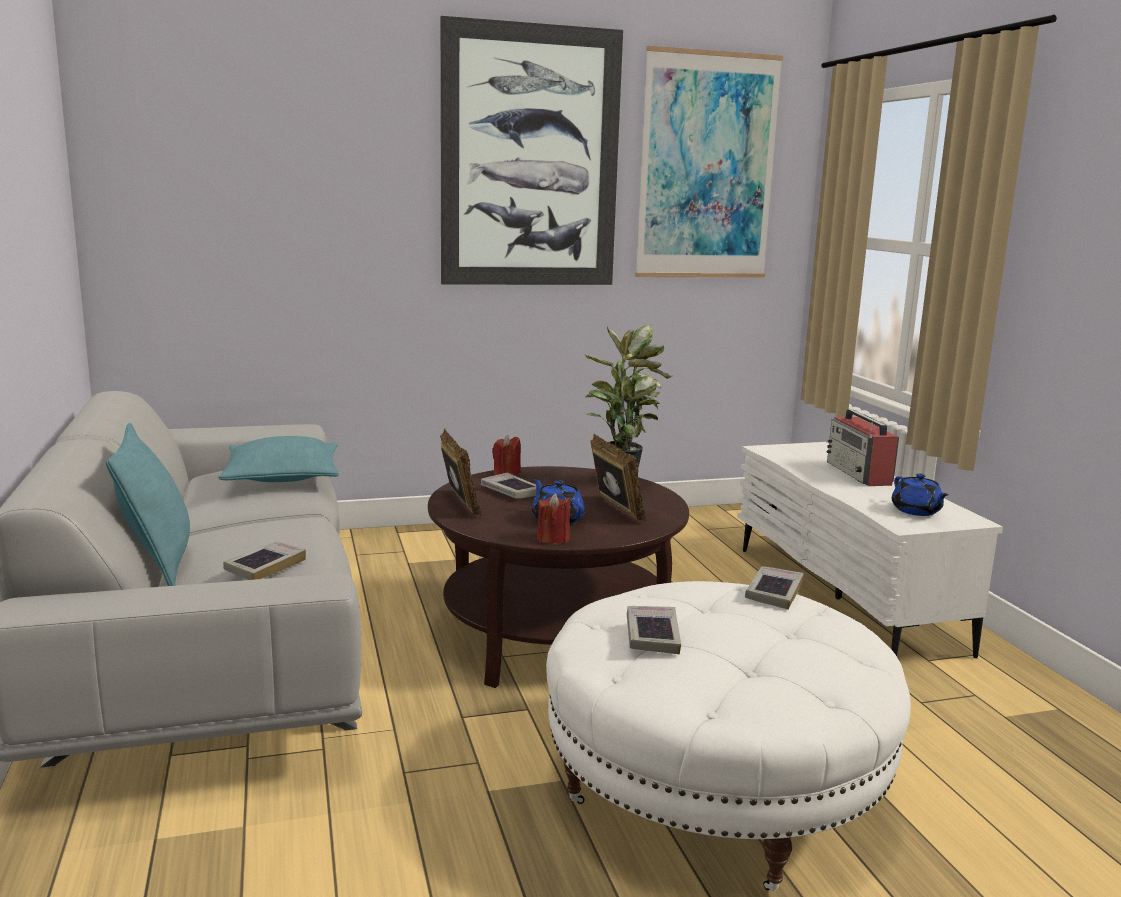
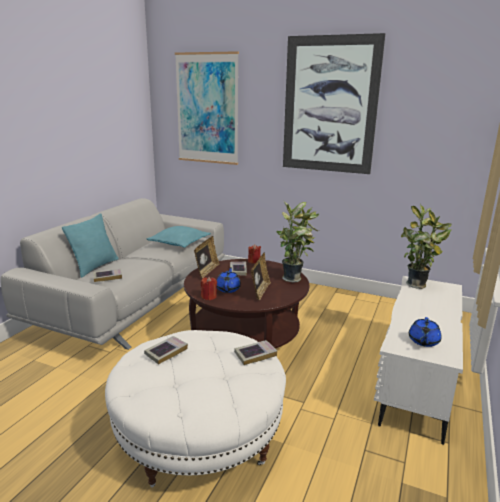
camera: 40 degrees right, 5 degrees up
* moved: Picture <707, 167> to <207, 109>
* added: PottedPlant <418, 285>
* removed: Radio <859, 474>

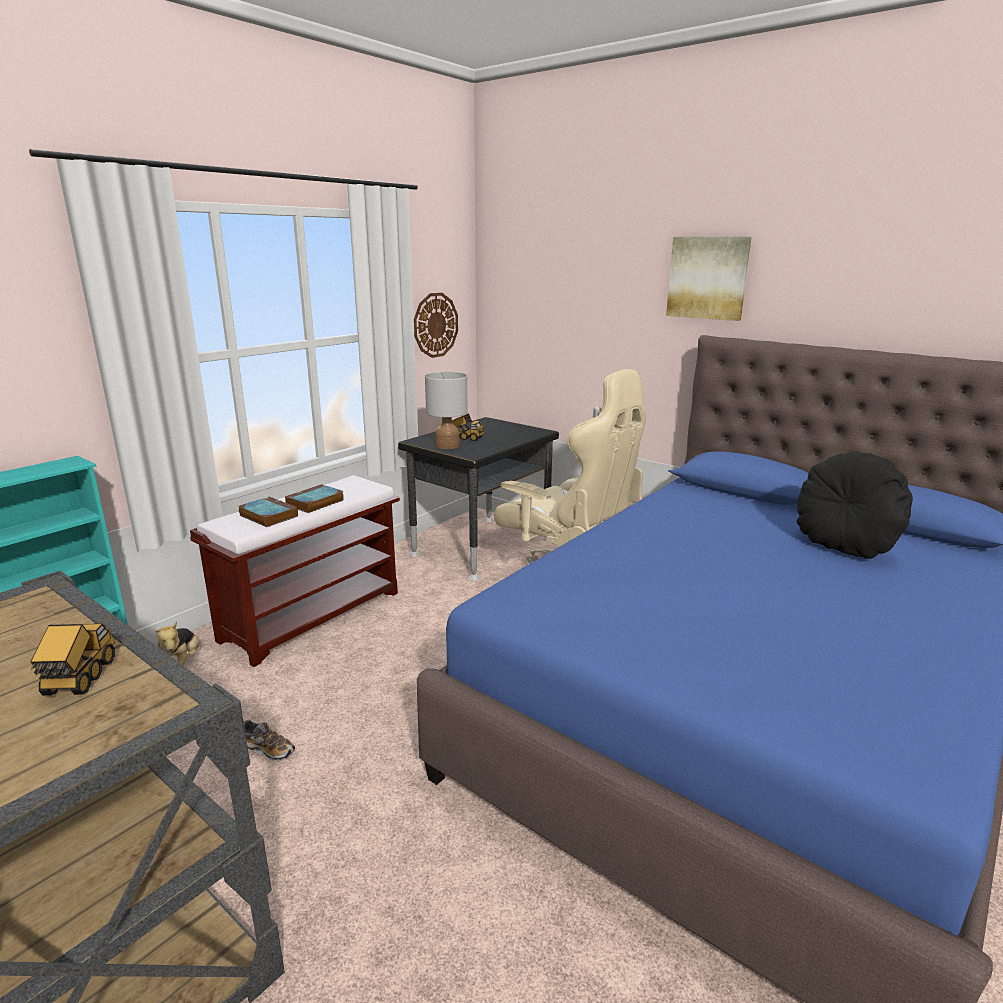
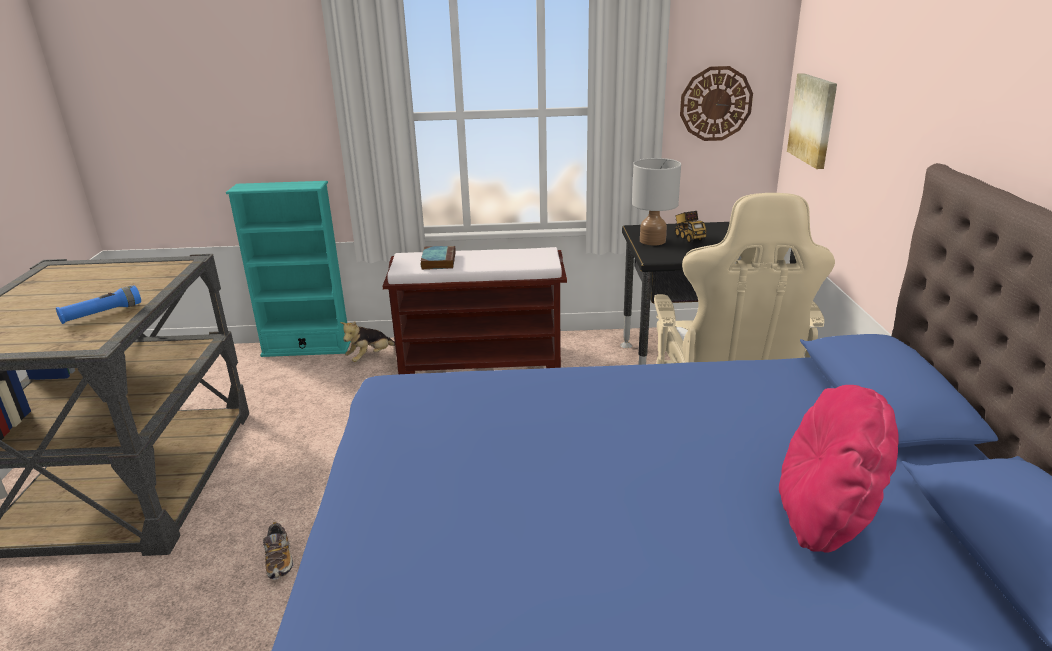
camera: 50 degrees right, 5 degrees up
* replaced: ToyTruck <79, 678> to BlueFlashlight <102, 313>
* moved: Shoe <268, 749> to <279, 560>
* recoloured: BlackPillow <843, 548> to PinkPillow <823, 523>
* moved: Picture <708, 278> to <813, 119>
* removed: Book <315, 503>

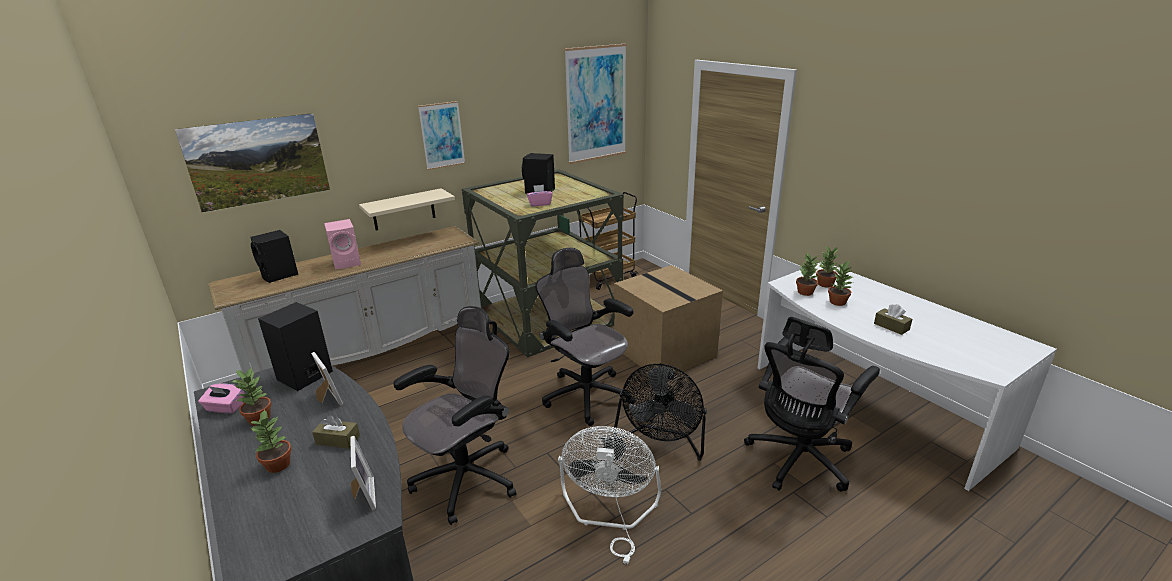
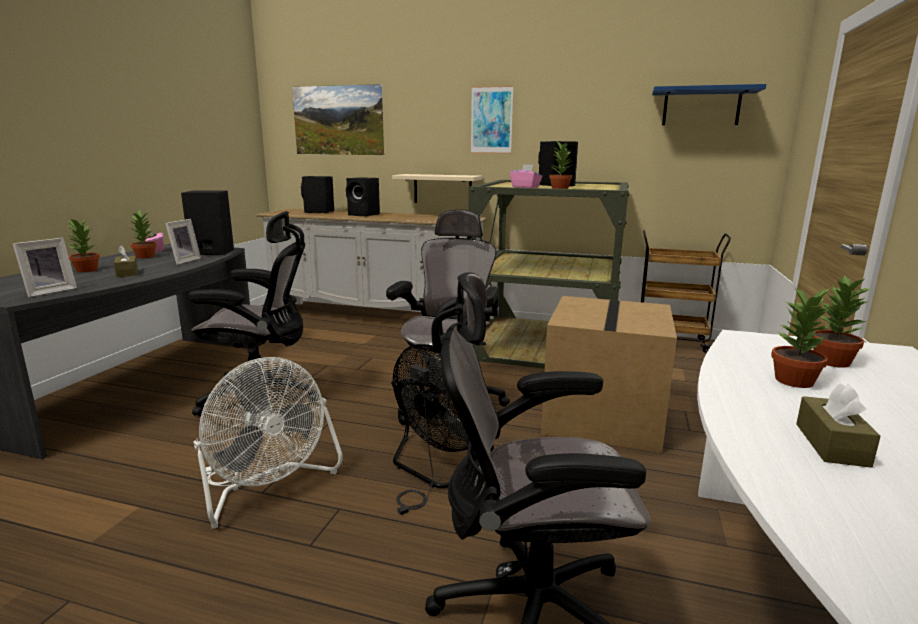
camera: 50 degrees right, 10 degrees down
* turned: WhiteFan <610, 515> = <262, 488> 75 degrees clockwise
* recoloured: PinkSpeaker <348, 262> to BlackSpeaker <364, 215>
* turned: BlackFan <659, 438> = <430, 471> 150 degrees clockwise
* moved: PottedPlant <804, 292> to <560, 189>
* replaced: Picture <596, 104> to BlueShelf <701, 107>

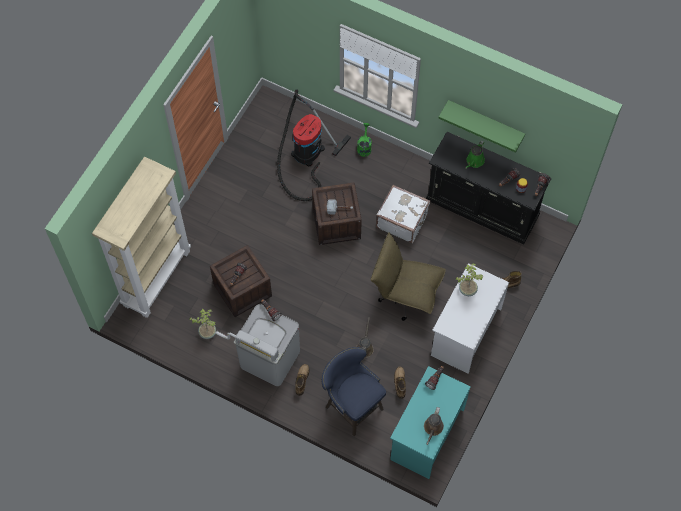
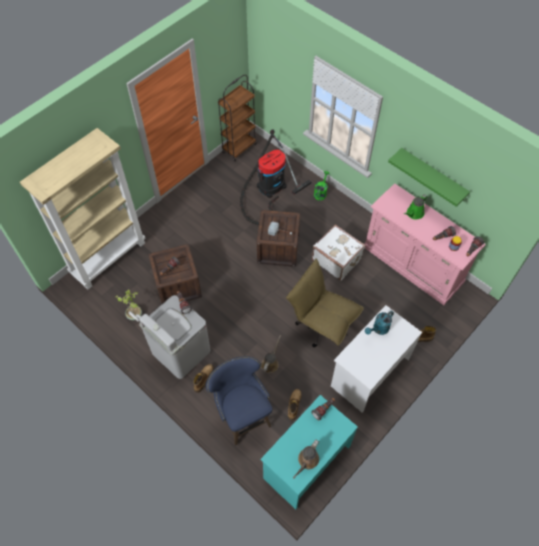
camera: 15 degrees right, 5 degrees down
* added: BrownCart <239, 149>
* recoloured: BlackCabinet <482, 207> to PinkCabinet <413, 264>
* replaced: PottedPlant <467, 289> to TurquoiseWateringCan <378, 329>

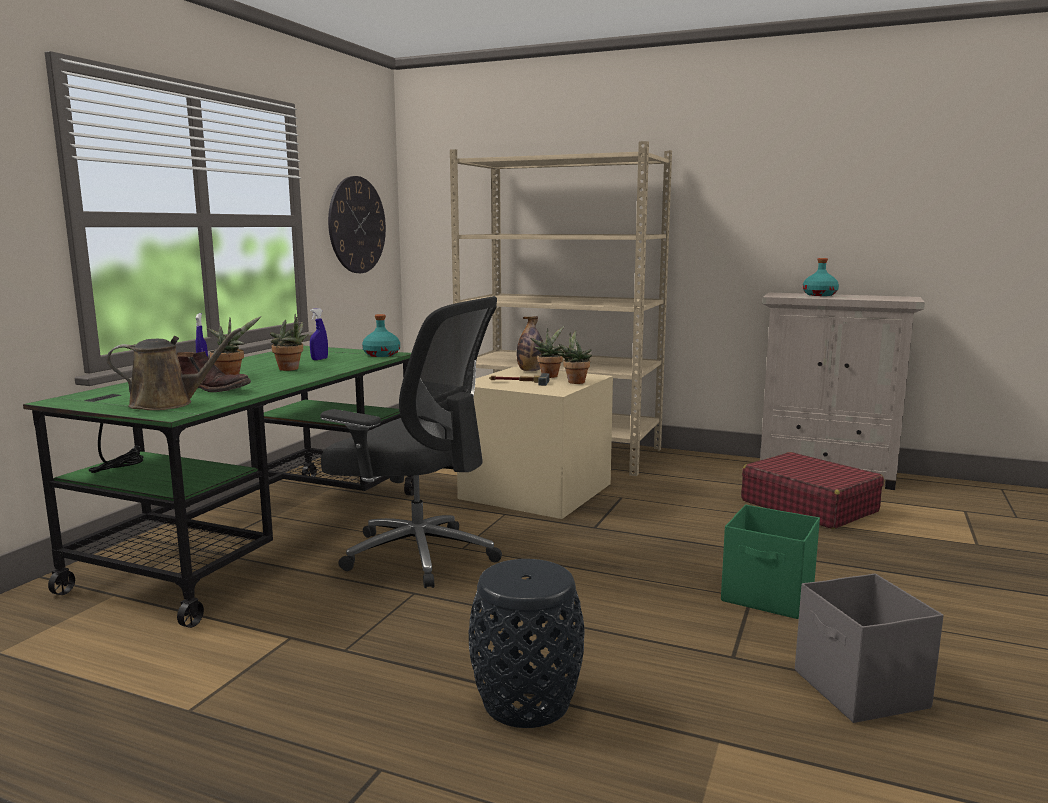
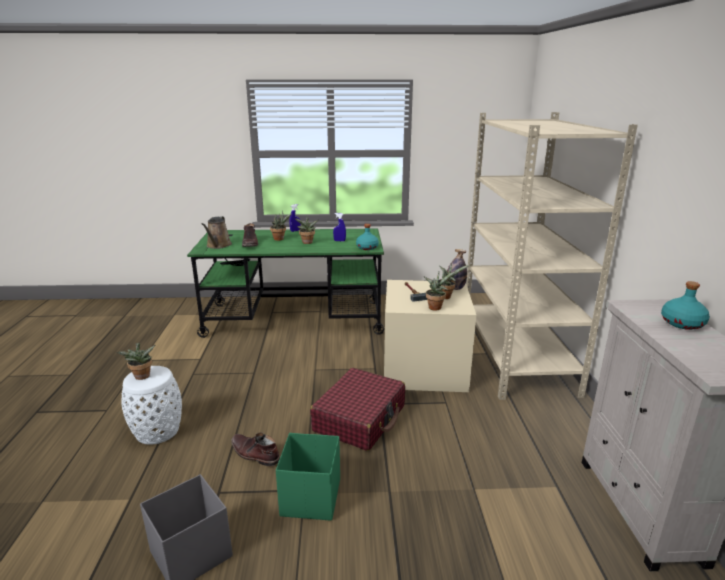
camera: 65 degrees right, 10 degrees up
* added: PottedPlant <142, 377>
* recoloured: BlackStool <526, 703> to WhiteStool <157, 431>
* turned: BrownWateringCan <168, 404> = <218, 246> 45 degrees clockwise
* added: BrownBoot <254, 454>
* moved: RedSuitcase <808, 506> to <360, 418>
* removed: OfficeChair <416, 555>
* removed: WallClock <357, 225>

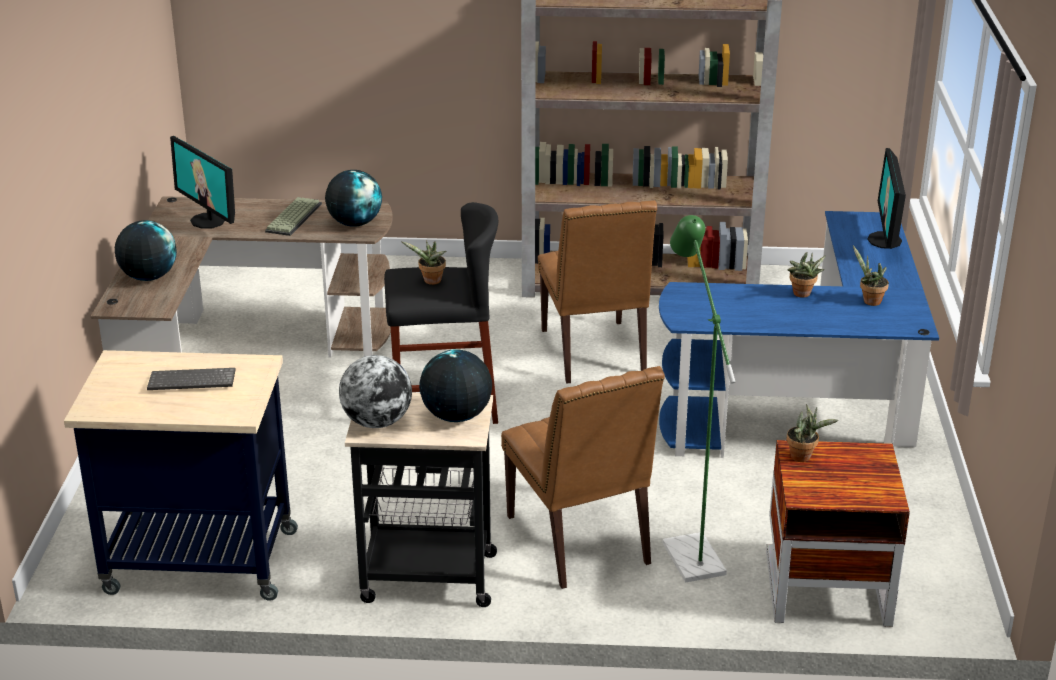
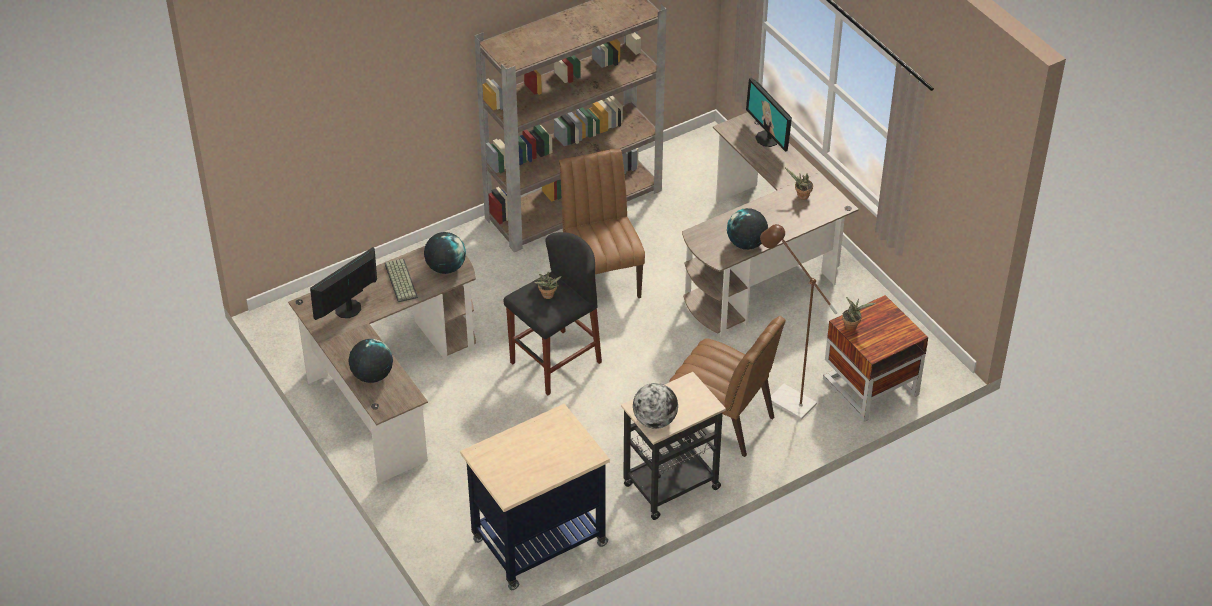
camera: 35 degrees left, 15 degrees up
* turned: Monitor <208, 220> = <348, 309> 120 degrees clockwise
* turned: BrownChair <592, 351> = <601, 278> 150 degrees counterclockwise
* recoloured: BlueDesk <811, 408> to BrownDesk <762, 264>
* moved: Globe <456, 416> to <746, 244>
* recoloured: GreenFloorLamp <688, 550> to BrownFloorLamp <785, 398>
* removed: Keyboard <190, 382>
* removed: PottedPlant <802, 295>

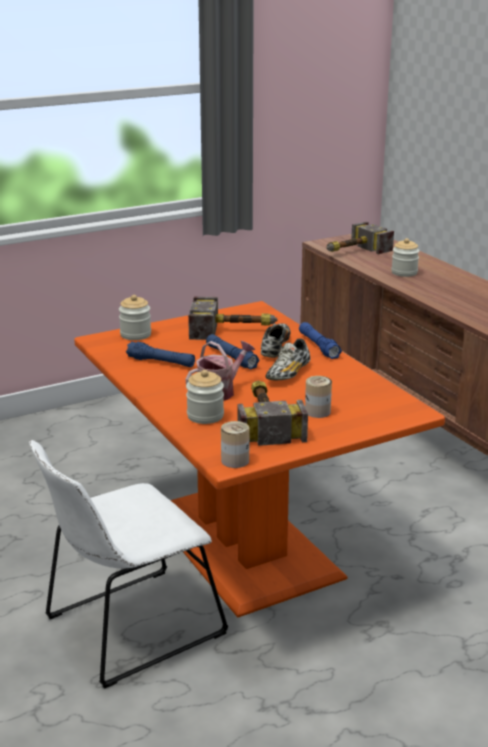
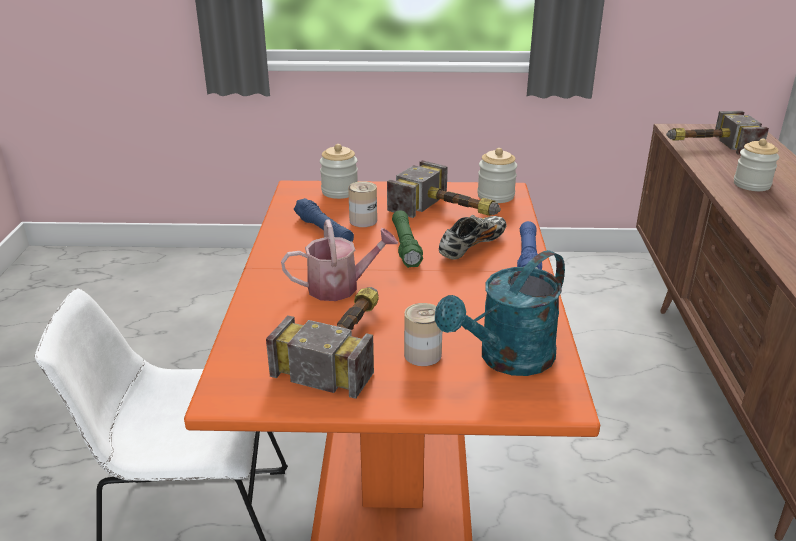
camera: 30 degrees right, 5 degrees up
* moved: Can <235, 460> to <363, 221>
* recoloured: BlueFlashlight <231, 358> to GreenFlashlight <405, 246>
* added: TurquoiseWateringCan <507, 360>
* moved: Jar <205, 416> to <495, 196>
* removed: Shoe <288, 374>

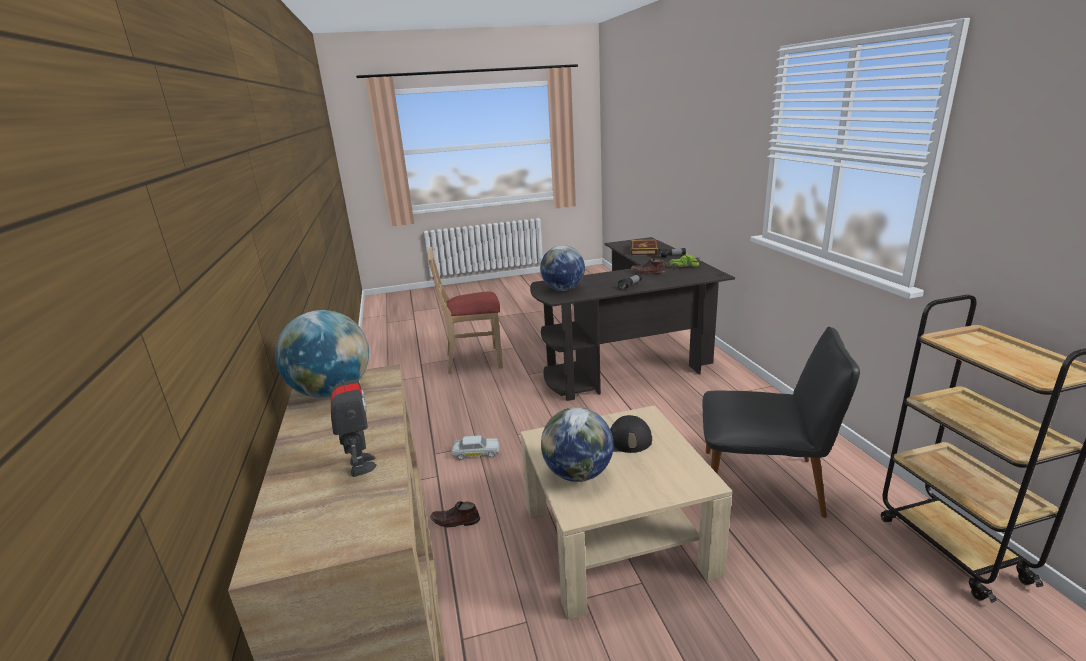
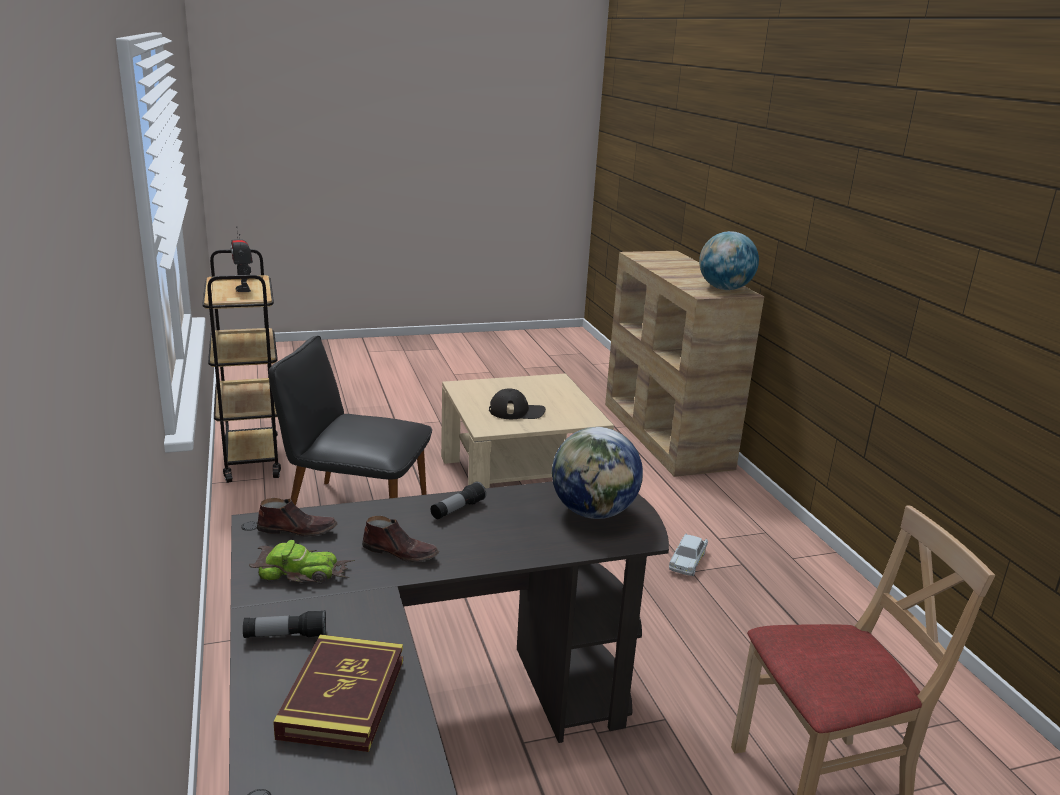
camera: 175 degrees right, 0 degrees up
* moved: ToyRobot <361, 465> to <244, 289>
* moved: BrownShoe <455, 521> to <298, 530>
* turned: WhiteToyCar <476, 453> = <687, 561> 60 degrees counterclockwise
* removed: Globe <578, 474>

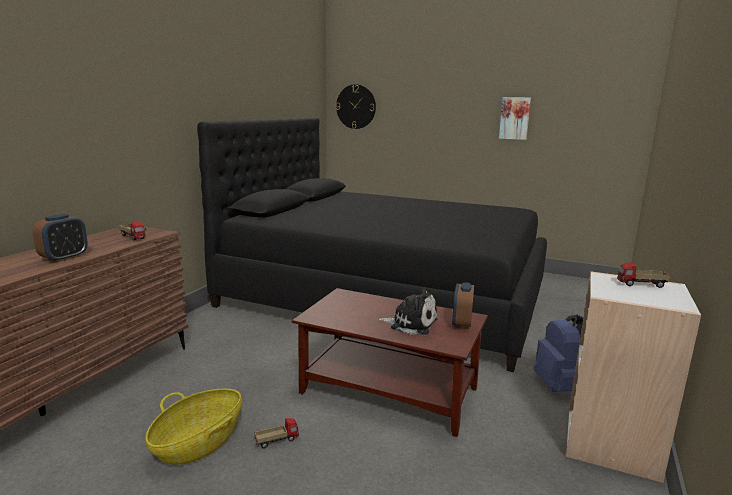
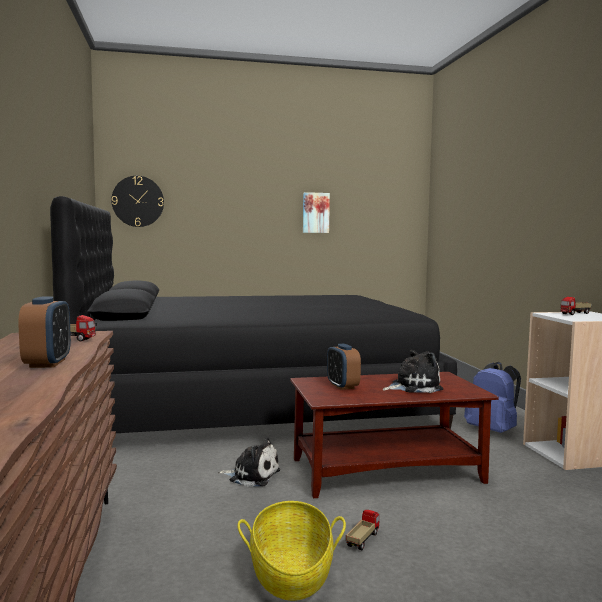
camera: 35 degrees left, 10 degrees down
* added: PlushToy <252, 476>
* moved: AlarmClock <461, 323> to <342, 386>

